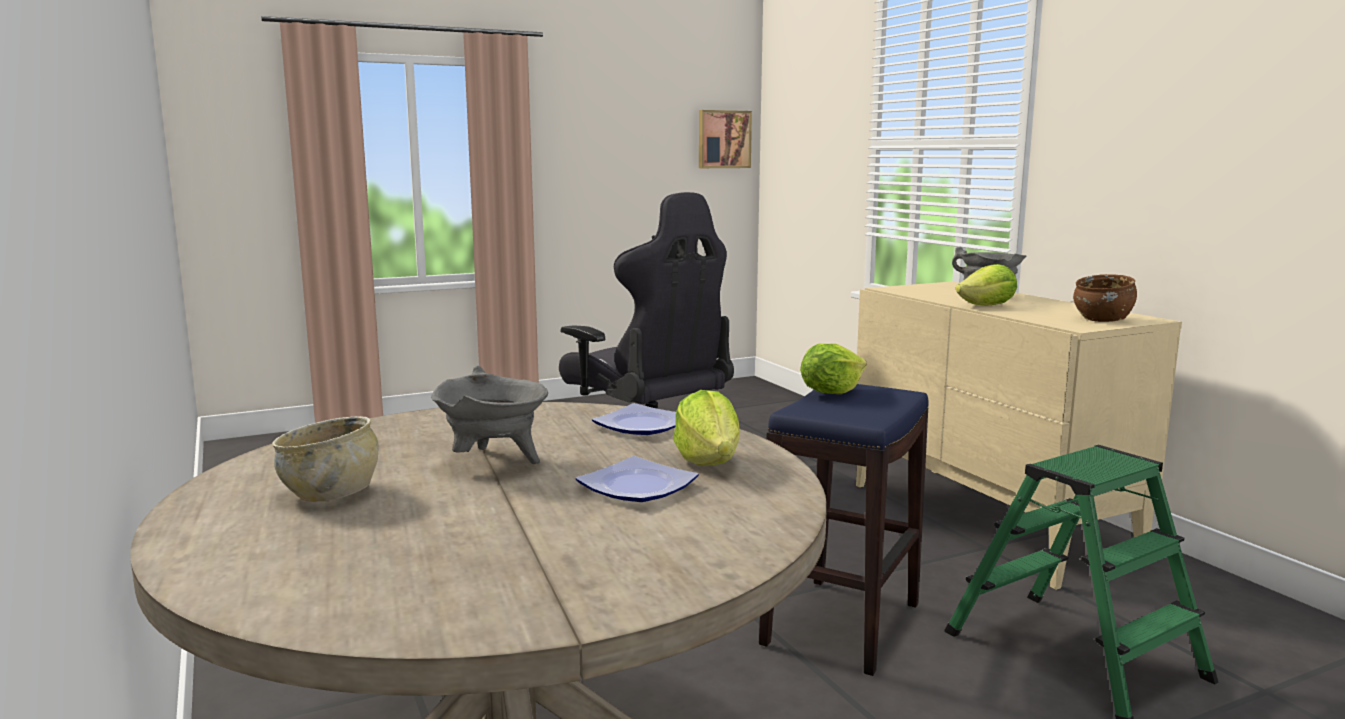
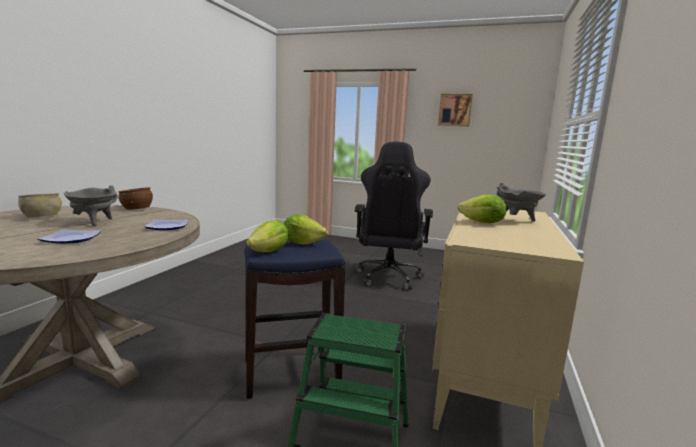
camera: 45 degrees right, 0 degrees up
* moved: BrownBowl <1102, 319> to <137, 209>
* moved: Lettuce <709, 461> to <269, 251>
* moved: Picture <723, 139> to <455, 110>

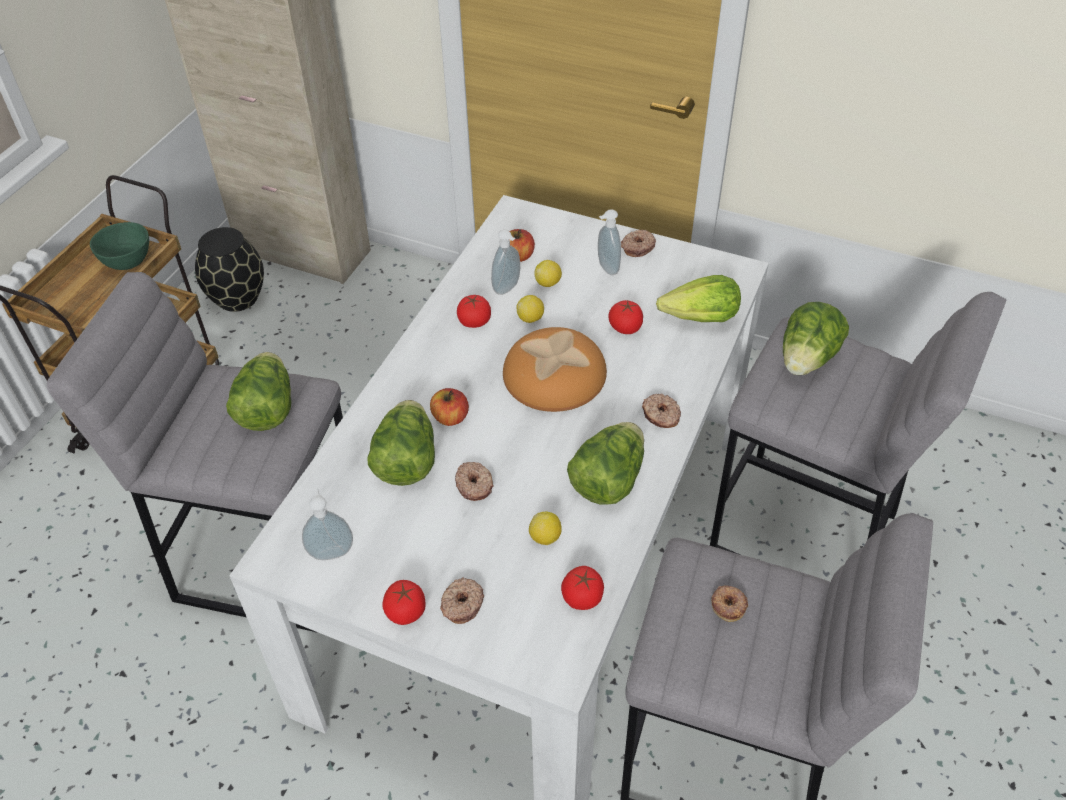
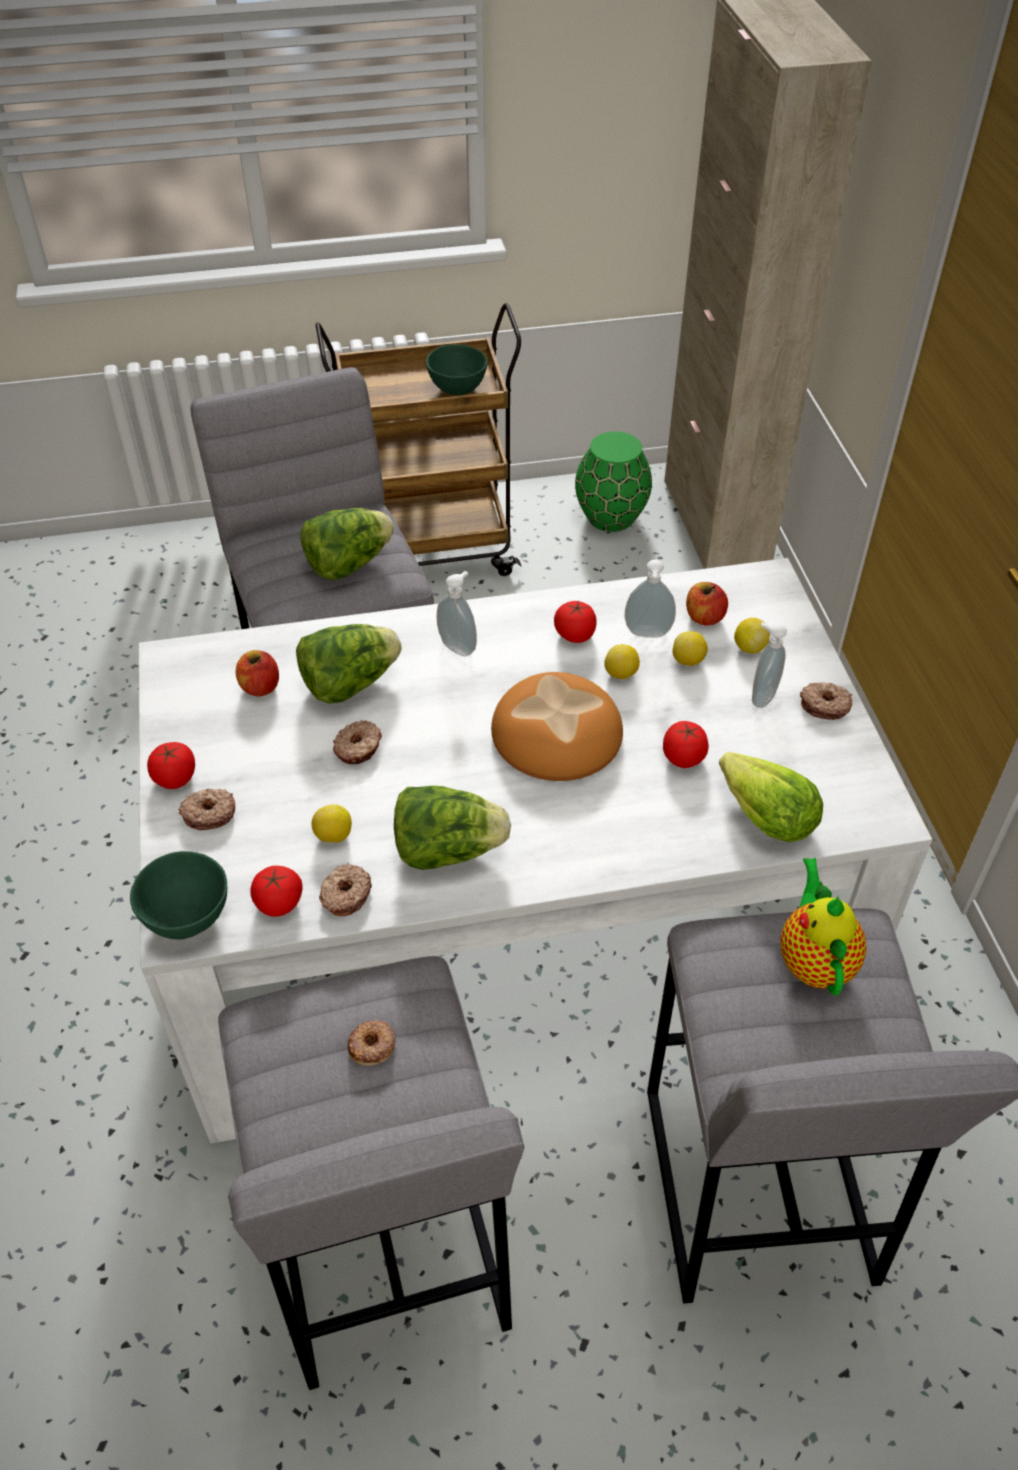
camera: 55 degrees right, 0 degrees up
* added: GreenBowl <189, 918>
* moved: Apple <450, 417> to <260, 687>
* moved: Donut <660, 416> to <345, 895>
* moved: SoapDispenser <331, 551> to <459, 646>
* recoloured: BlackVase <237, 297> to GreenVase <611, 516>
* added: Lemon <749, 647>
* replaced: Lettuce <807, 360> to Teapot <814, 960>

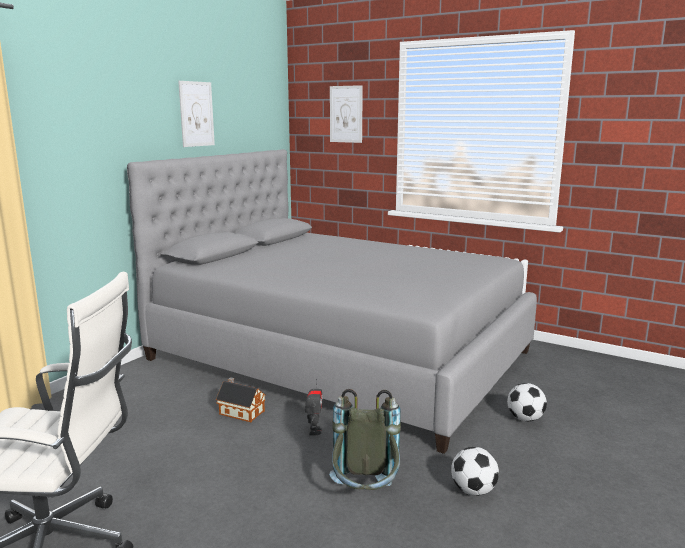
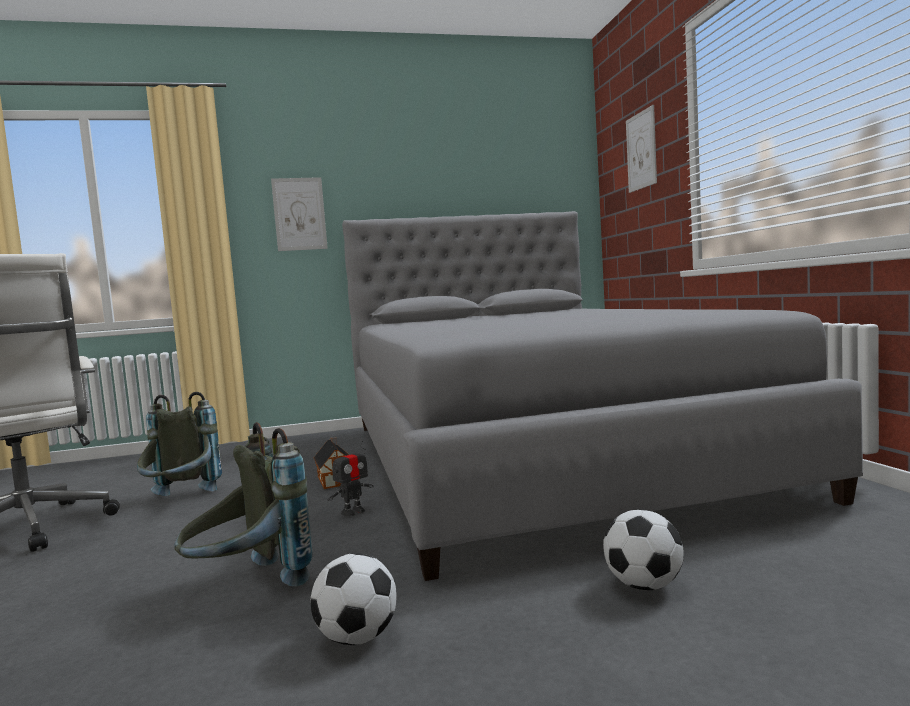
camera: 45 degrees right, 10 degrees down
* added: GreyBackpack <181, 500>
* moved: Picture <196, 114> to <299, 214>

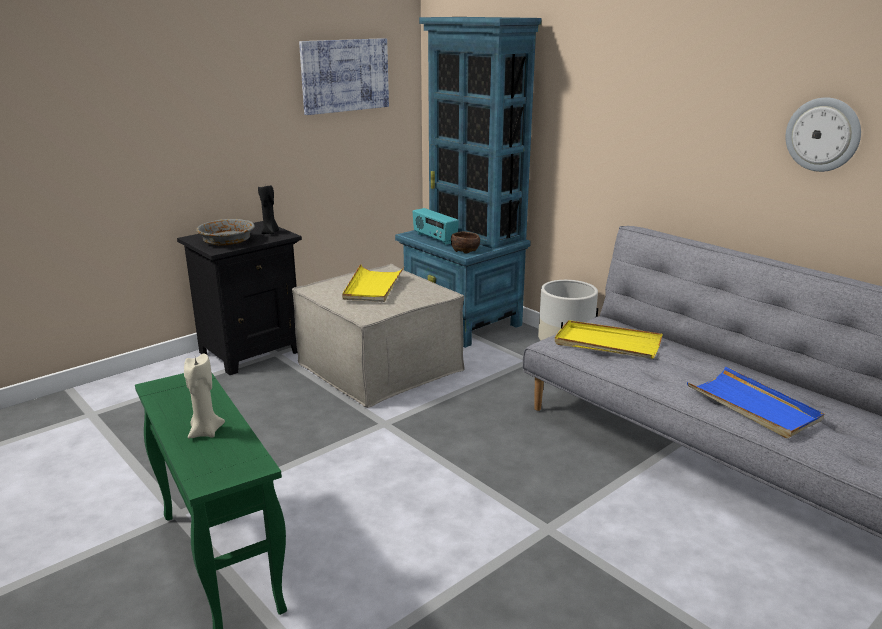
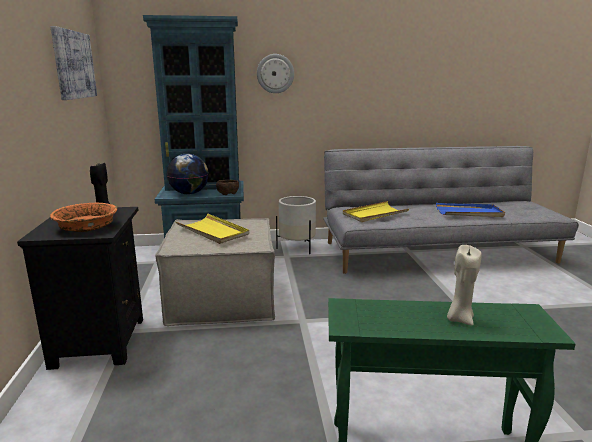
camera: 55 degrees left, 5 degrees down
* recoloured: GreyBowl <226, 241> to OrangeBowl <86, 227>
* replaced: Radio <434, 239> to Globe <189, 193>
* moved: WallClock <823, 134> to <275, 73>

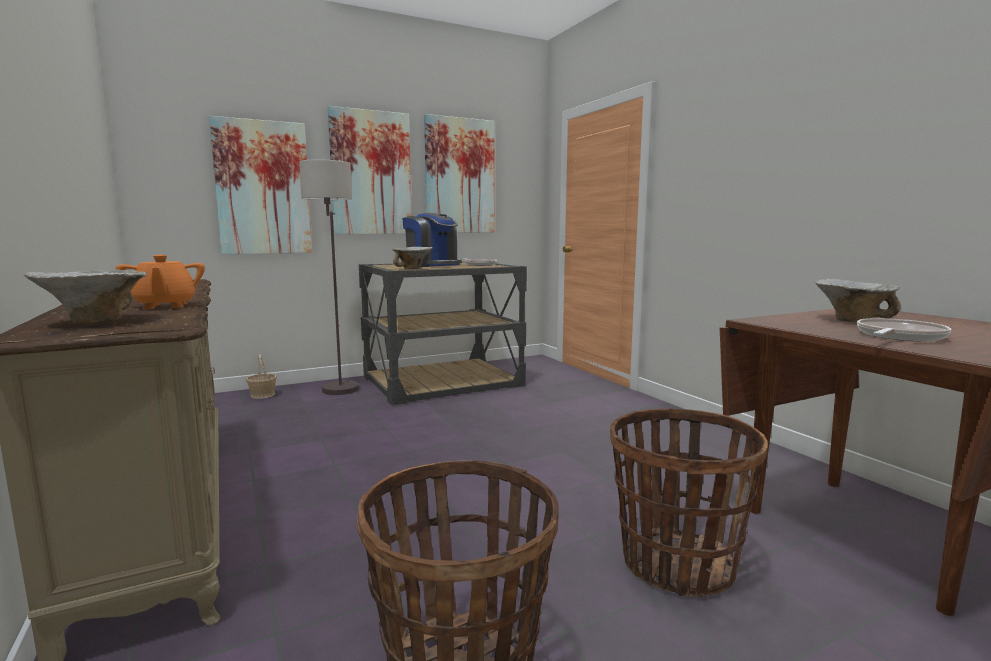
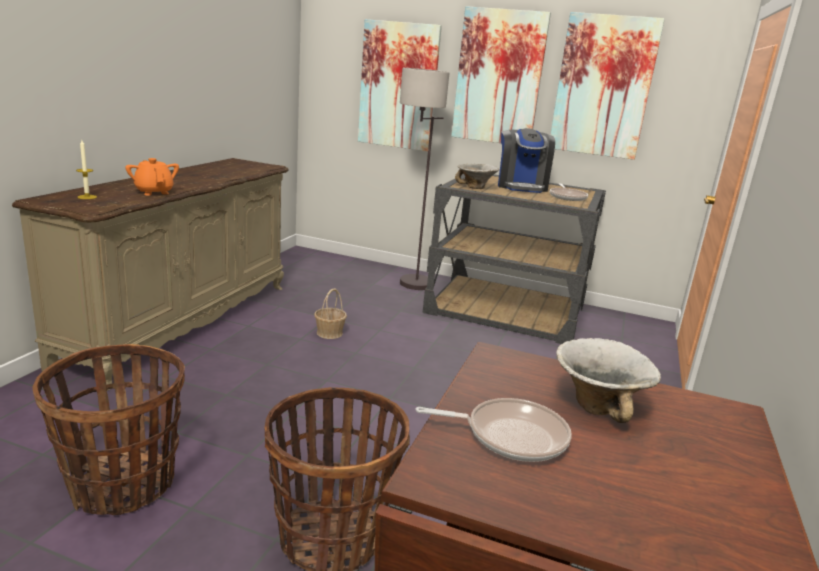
camera: 45 degrees right, 10 degrees up
* replaced: Bowl <95, 322> to Candle <87, 197>
* turned: OrangeTeapot <165, 306> = <154, 192> 120 degrees clockwise
* moved: Basket <262, 395> to <329, 333>

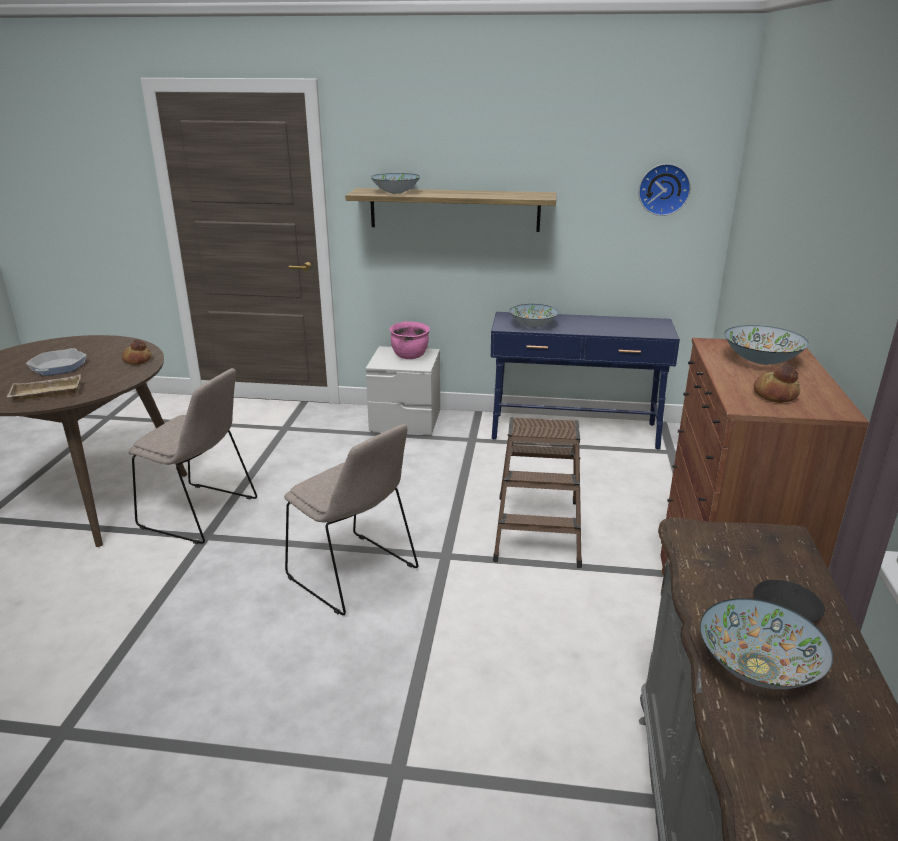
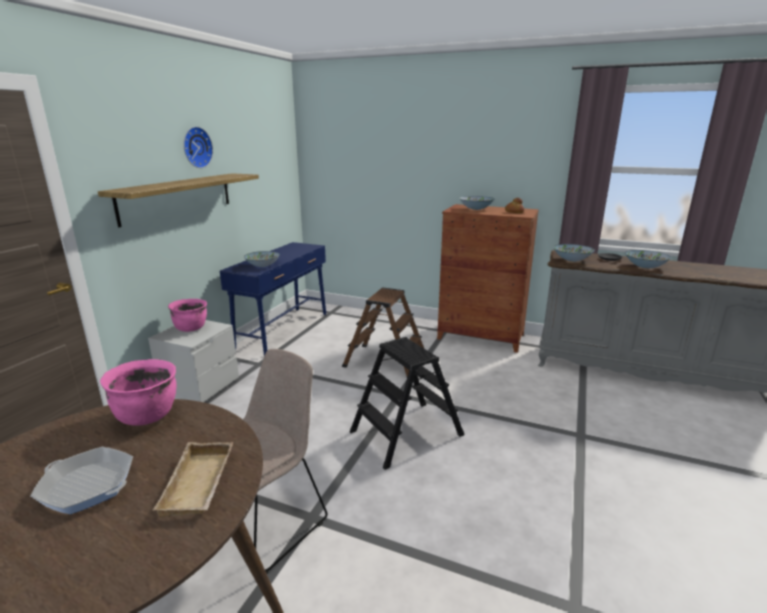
camera: 75 degrees left, 5 degrees down
* replaced: Bread <138, 360> to PinkCookingPot <148, 415>
* moved: WallClock <663, 189> to <196, 147>
* replaced: BeigeChair <355, 575> to BlackStepLadder <406, 433>
* moved: Bowl <395, 192> to <571, 260>

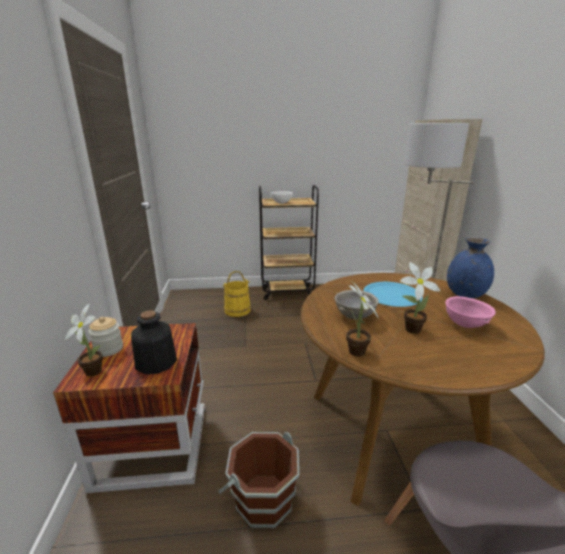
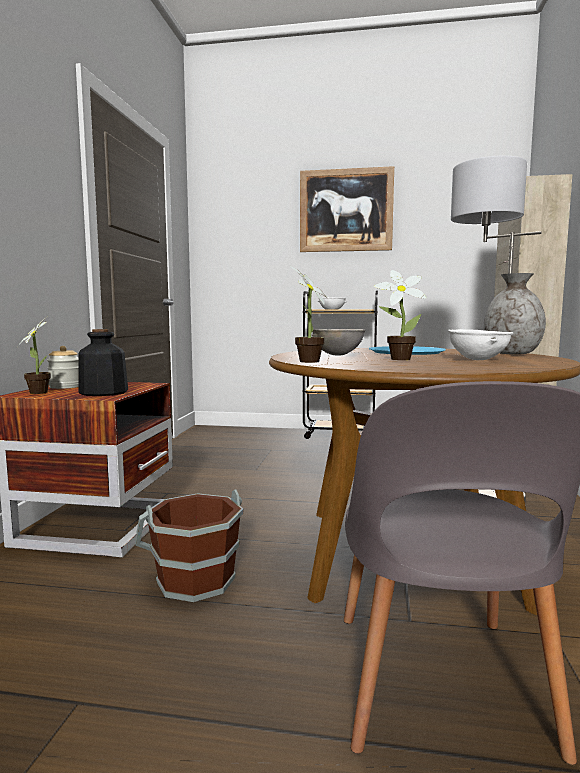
camera: 15 degrees right, 15 degrees down
* added: Picture <346, 210>
* recoloured: PinkBowl <465, 325> to WhiteBowl <478, 360>
* recoloured: BlueVase <465, 294> to GreyVase <511, 354>
* removed: YellowBucket <237, 310>

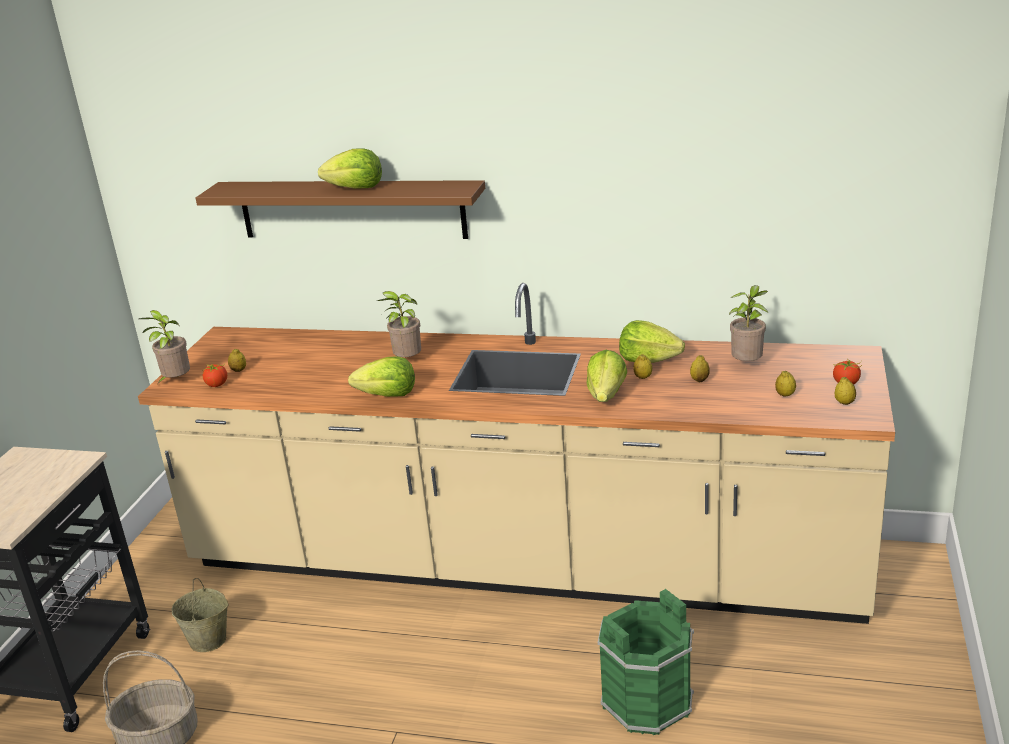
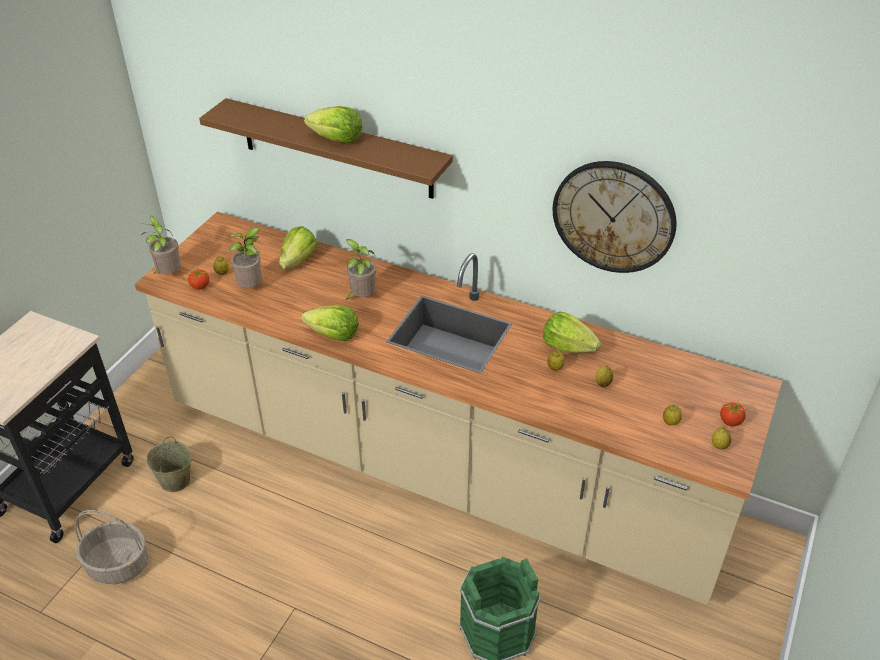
camera: 10 degrees right, 15 degrees up
* moved: PottedPlant <747, 365> to <252, 287>
* moved: Lettuce <606, 395> to <298, 261>
* added: WallClock <614, 216>

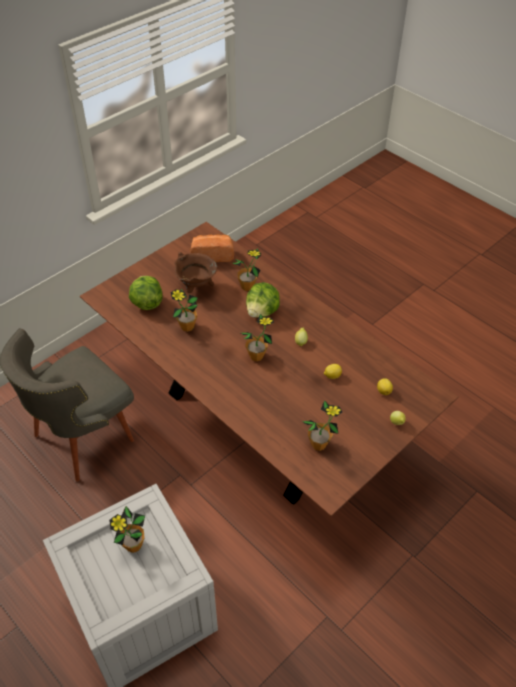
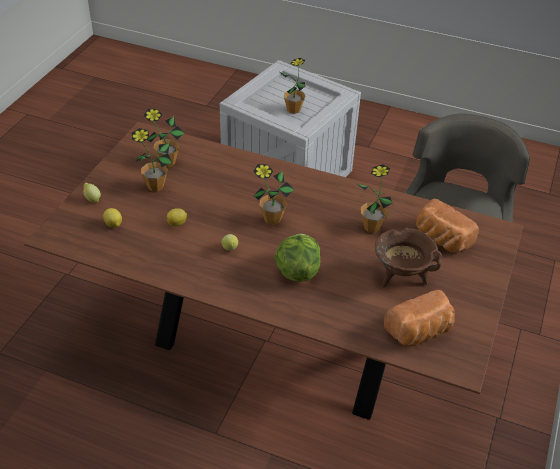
camera: 155 degrees right, 5 degrees down
* moved: PottedPlant <247, 286> to <155, 186>
* replaced: Lettuce <147, 303> to Bread <441, 239>

